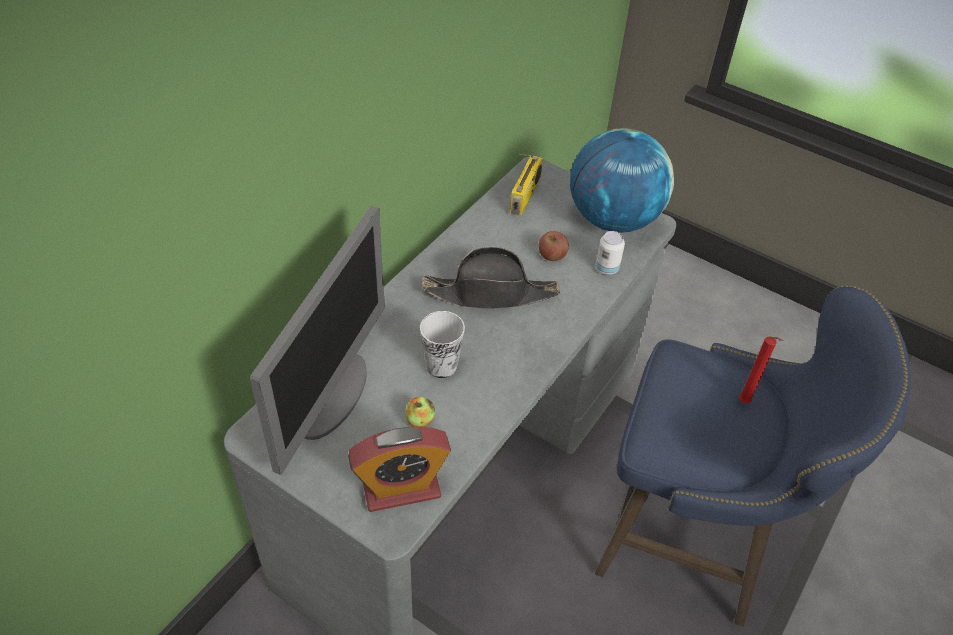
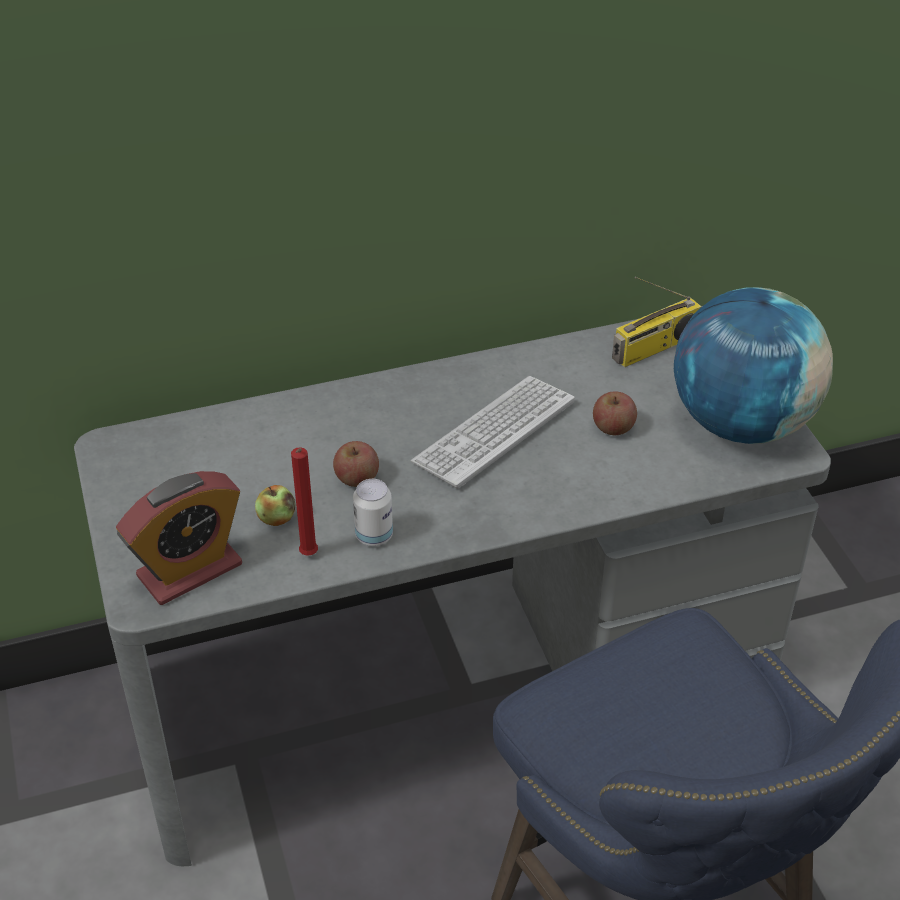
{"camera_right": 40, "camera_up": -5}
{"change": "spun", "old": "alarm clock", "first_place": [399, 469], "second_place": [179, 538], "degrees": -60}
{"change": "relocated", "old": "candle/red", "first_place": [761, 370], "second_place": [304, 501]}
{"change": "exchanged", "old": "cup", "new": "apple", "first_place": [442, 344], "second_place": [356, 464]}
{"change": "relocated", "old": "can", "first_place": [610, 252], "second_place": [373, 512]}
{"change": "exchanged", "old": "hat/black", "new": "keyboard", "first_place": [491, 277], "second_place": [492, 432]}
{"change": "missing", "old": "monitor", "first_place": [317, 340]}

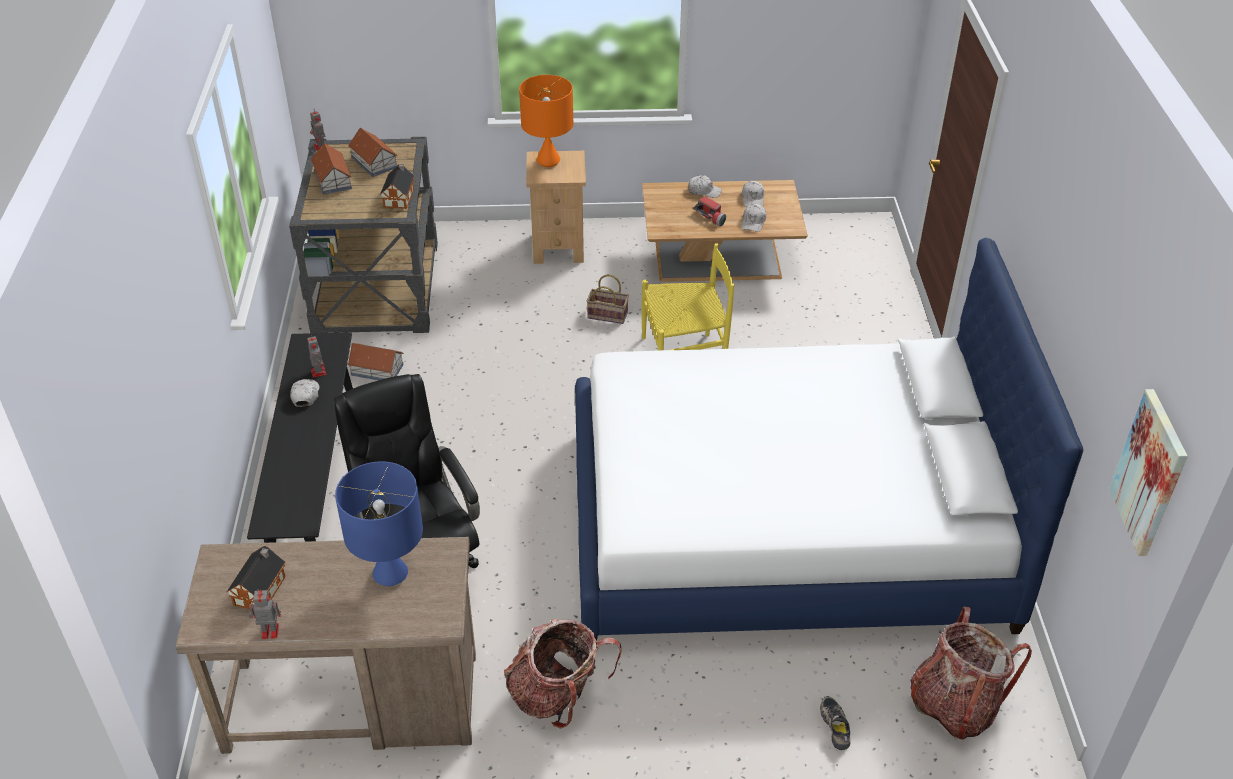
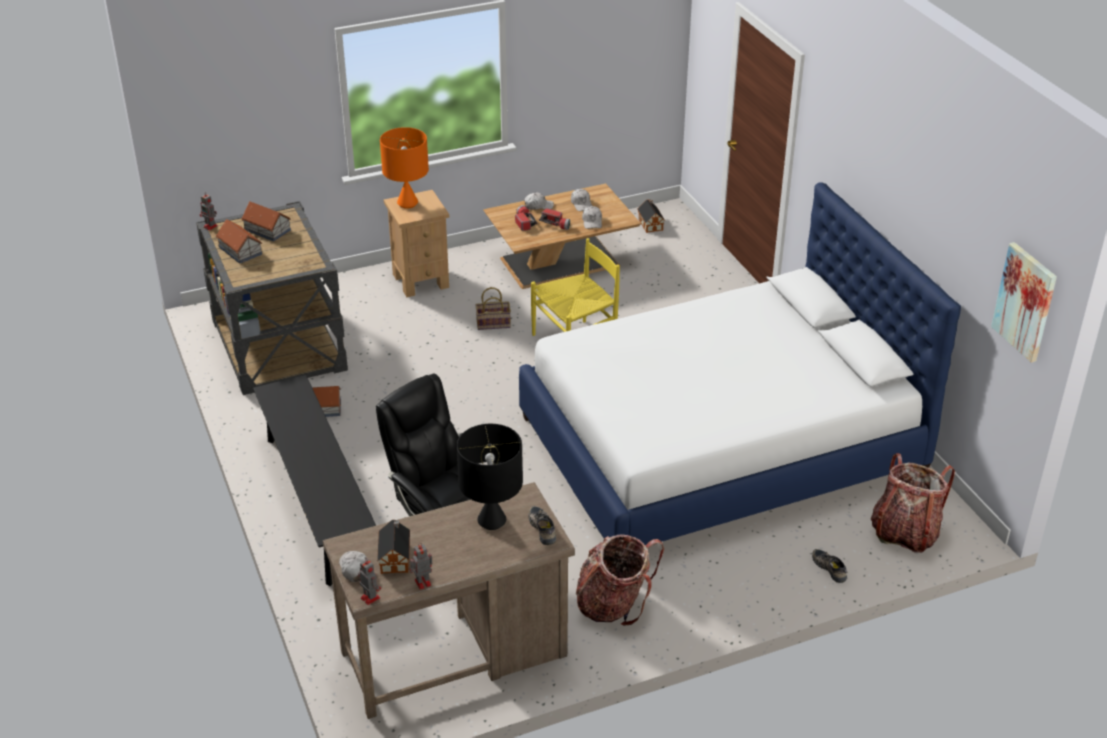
{"camera_right": -20, "camera_up": -5}
{"change": "relocated", "old": "cap/white", "first_place": [305, 393], "second_place": [353, 566]}
{"change": "relocated", "old": "toy robot", "first_place": [316, 356], "second_place": [369, 581]}
{"change": "colour", "old": "table lamp/blue", "new": "table lamp/black", "first_place": [379, 523], "second_place": [490, 477]}
{"change": "appeared", "new": "flashlight", "second_place": [526, 218]}
{"change": "appeared", "new": "shoe", "second_place": [542, 525]}
{"change": "relocated", "old": "toy house", "first_place": [397, 186], "second_place": [651, 216]}

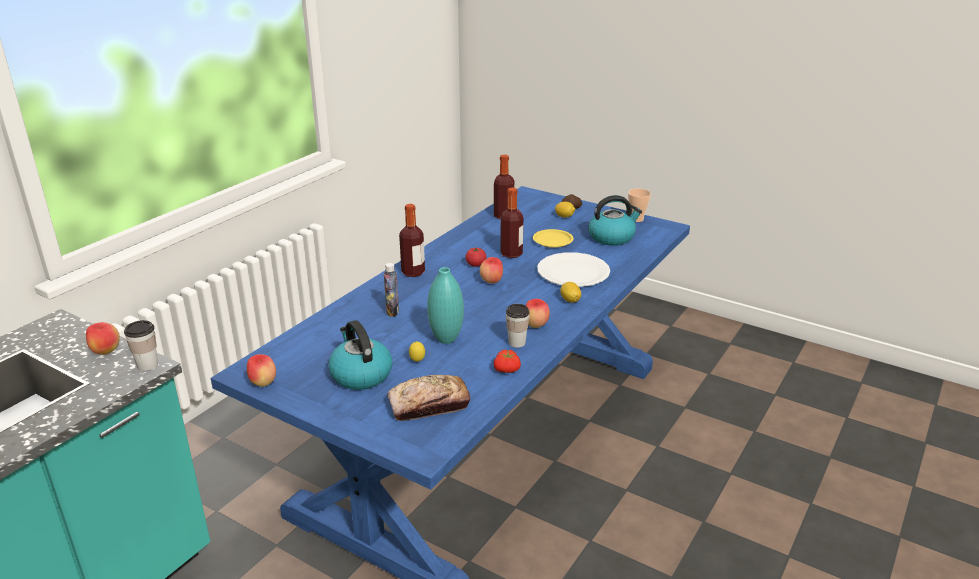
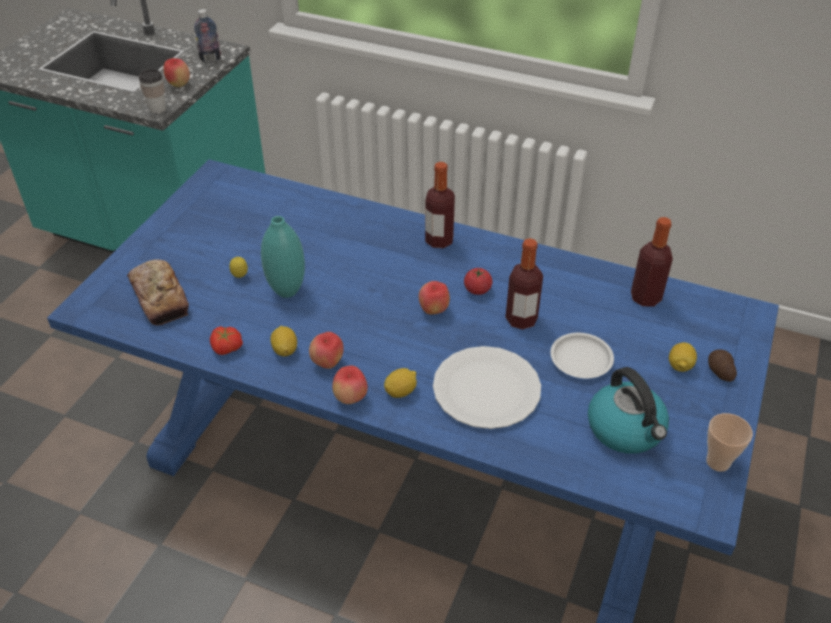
{"camera_right": 80, "camera_up": 15}
{"change": "relocated", "old": "bottle", "first_place": [391, 290], "second_place": [207, 35]}
{"change": "exchanged", "old": "cup", "new": "lemon", "first_place": [517, 326], "second_place": [283, 341]}
{"change": "relocated", "old": "apple", "first_place": [261, 370], "second_place": [350, 385]}
{"change": "colour", "old": "plate/yellow", "new": "plate/white", "first_place": [553, 238], "second_place": [582, 355]}
{"change": "missing", "old": "kettle", "first_place": [360, 355]}

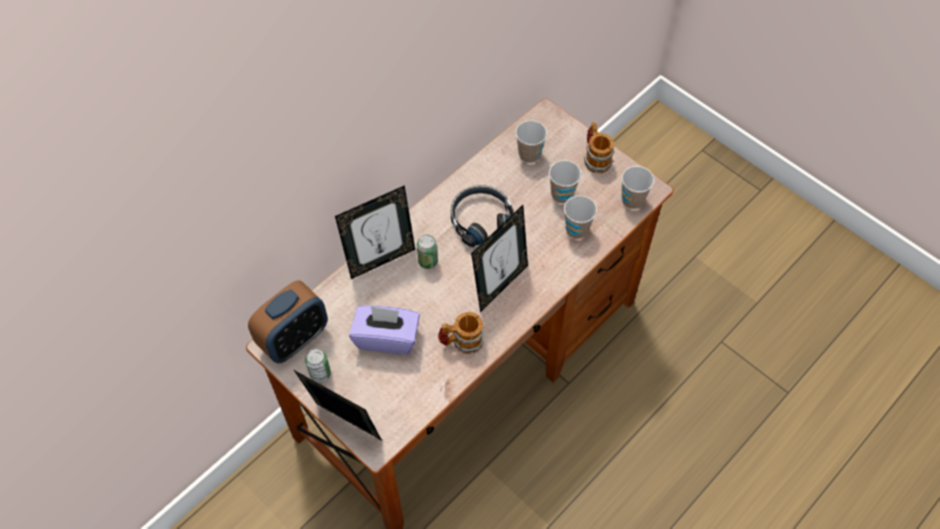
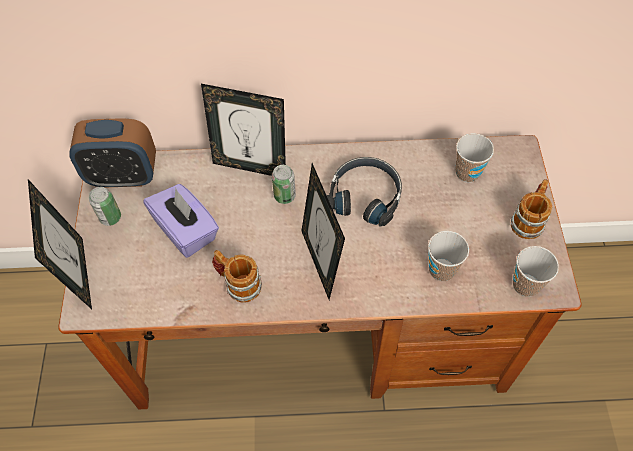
{"camera_right": 45, "camera_up": 0}
{"change": "spun", "old": "picture frame", "first_place": [499, 258], "second_place": [323, 231], "degrees": 75}
{"change": "missing", "old": "cup", "first_place": [565, 181]}

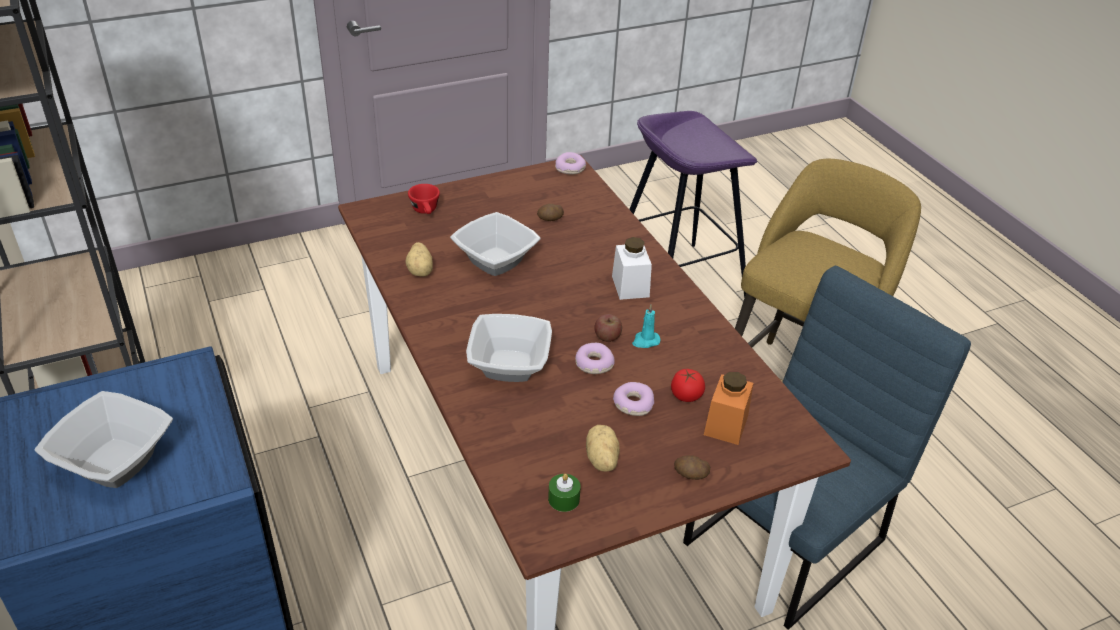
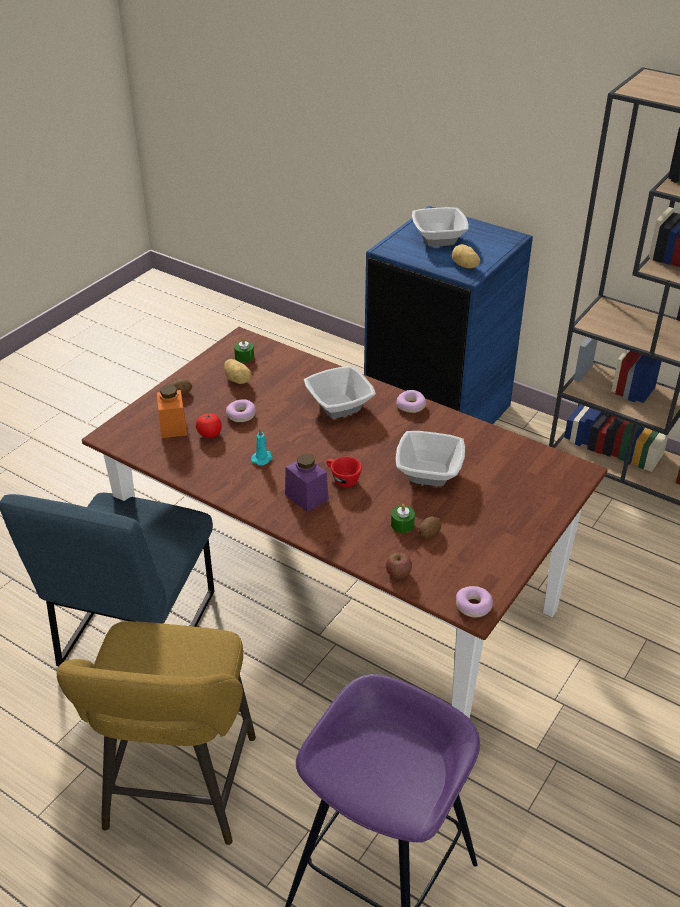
{"camera_right": 150, "camera_up": 0}
{"change": "colour", "old": "jar/white", "new": "jar/purple", "first_place": [632, 268], "second_place": [307, 482]}
{"change": "relocated", "old": "cup/red", "first_place": [424, 199], "second_place": [344, 472]}
{"change": "relocated", "old": "apple", "first_place": [608, 328], "second_place": [399, 565]}
{"change": "appeared", "new": "candle/green", "second_place": [403, 518]}
{"change": "relocated", "old": "donut", "first_place": [595, 358], "second_place": [411, 401]}
{"change": "relocated", "old": "potato", "first_place": [419, 259], "second_place": [466, 256]}

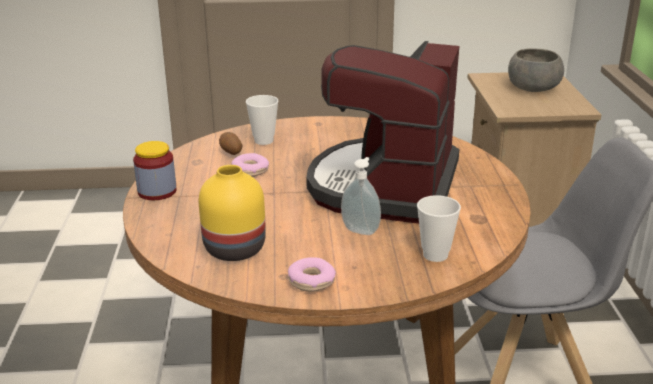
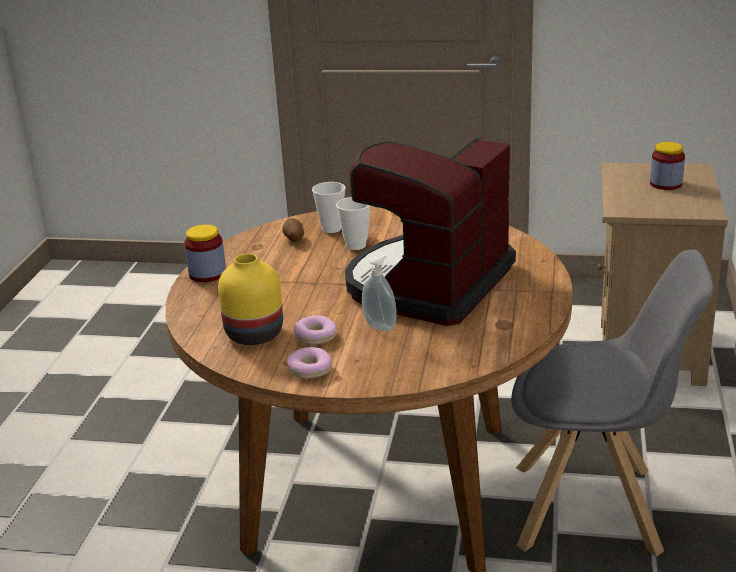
{"camera_right": 15, "camera_up": 0}
{"change": "relocated", "old": "donut", "first_place": [250, 165], "second_place": [315, 330]}
{"change": "relocated", "old": "cup", "first_place": [439, 228], "second_place": [353, 223]}
{"change": "exchanged", "old": "bowl/grey", "new": "jar", "first_place": [536, 70], "second_place": [667, 166]}

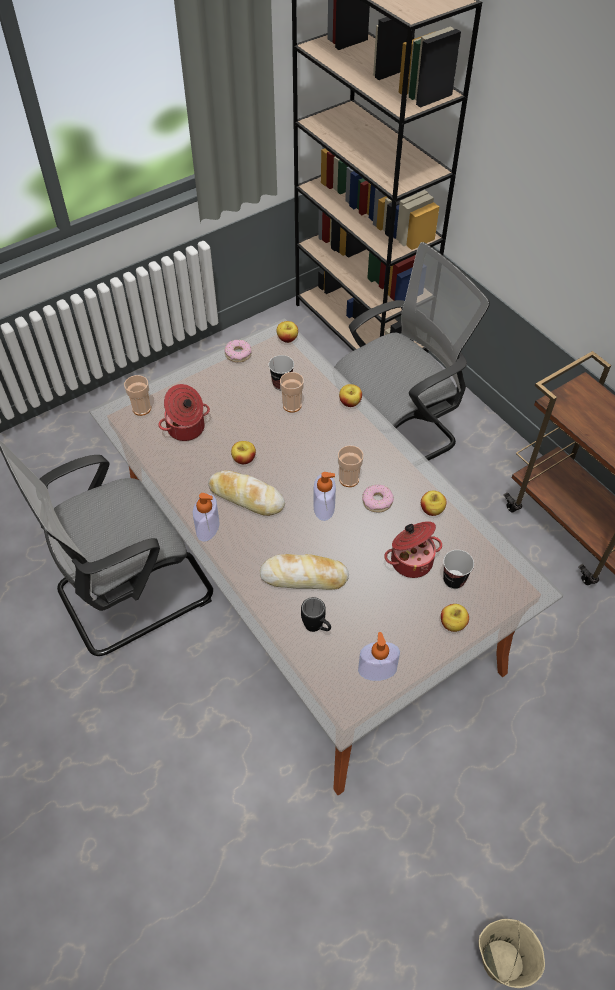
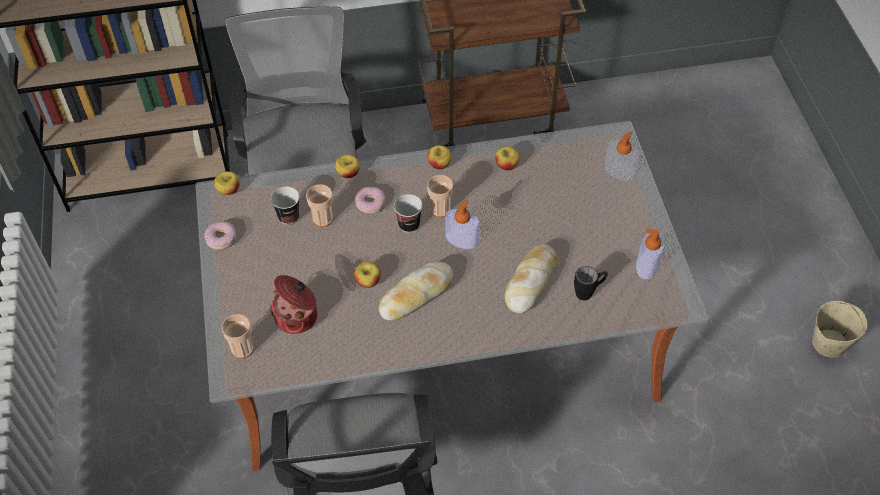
{"camera_right": -65, "camera_up": 0}
{"change": "relocated", "old": "donut", "first_place": [378, 498], "second_place": [370, 200]}
{"change": "relocated", "old": "cup", "first_place": [458, 569], "second_place": [408, 213]}
{"change": "relocated", "old": "apple", "first_place": [455, 618], "second_place": [439, 157]}
{"change": "relocated", "old": "soap dispenser", "first_place": [206, 517], "second_place": [621, 156]}
{"change": "missing", "old": "cooking pot", "first_place": [413, 549]}

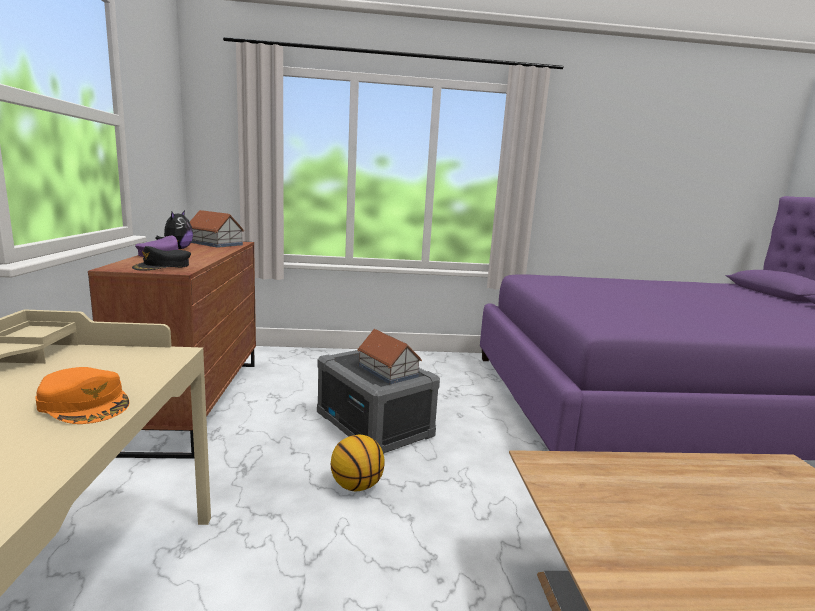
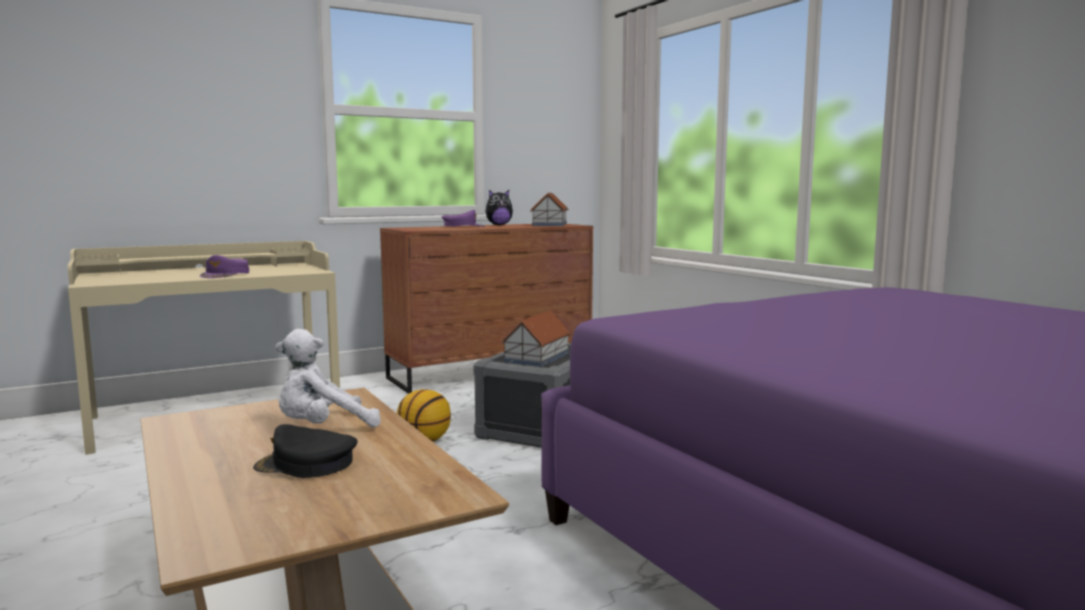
{"camera_right": 65, "camera_up": -5}
{"change": "colour", "old": "cap/orange", "new": "cap/purple", "first_place": [82, 395], "second_place": [224, 266]}
{"change": "relocated", "old": "cap/black", "first_place": [161, 258], "second_place": [305, 451]}
{"change": "appeared", "new": "plush toy/white", "second_place": [328, 378]}

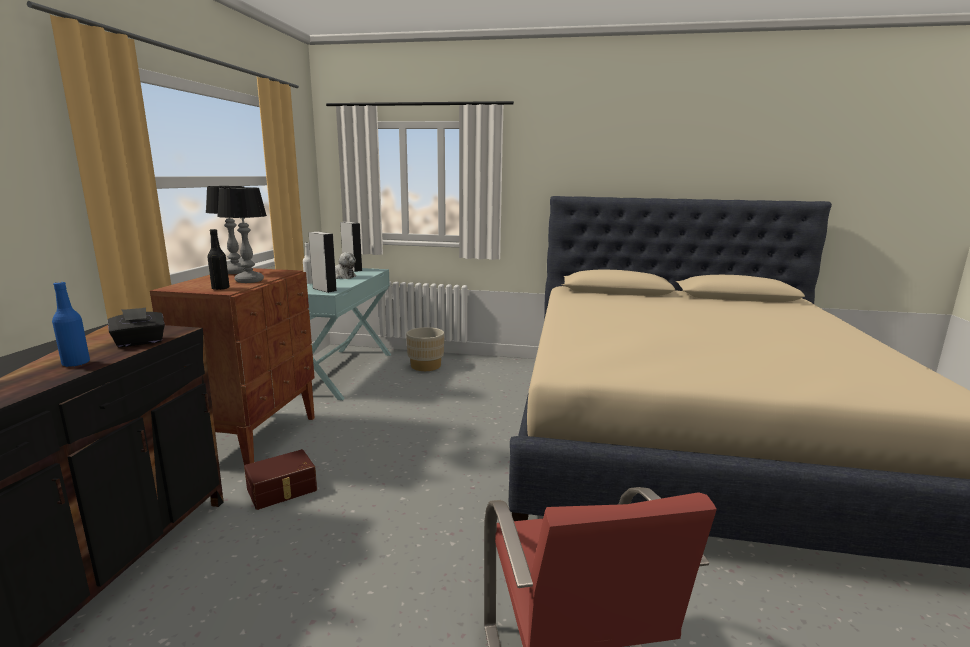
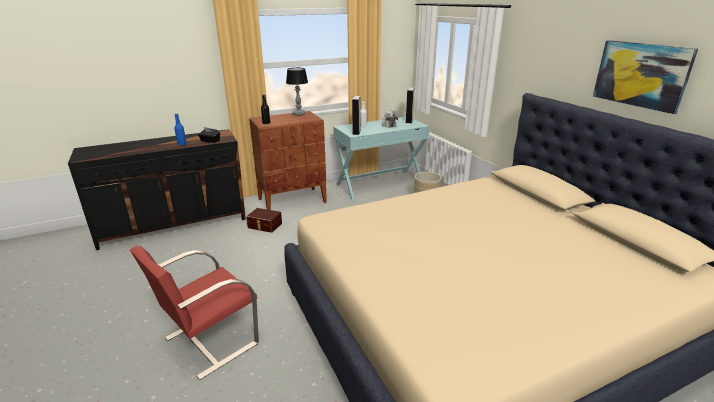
{"camera_right": 55, "camera_up": 10}
{"change": "appeared", "new": "picture", "second_place": [645, 77]}
{"change": "missing", "old": "table lamp", "first_place": [242, 235]}

